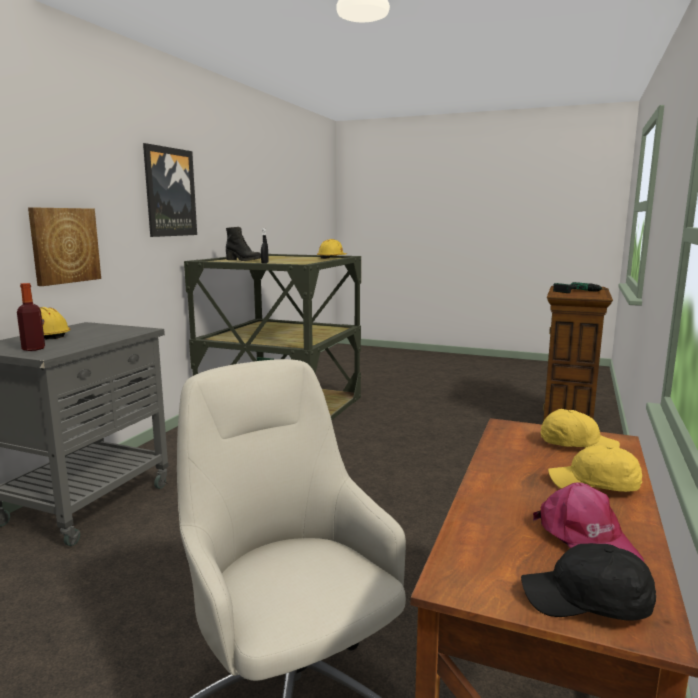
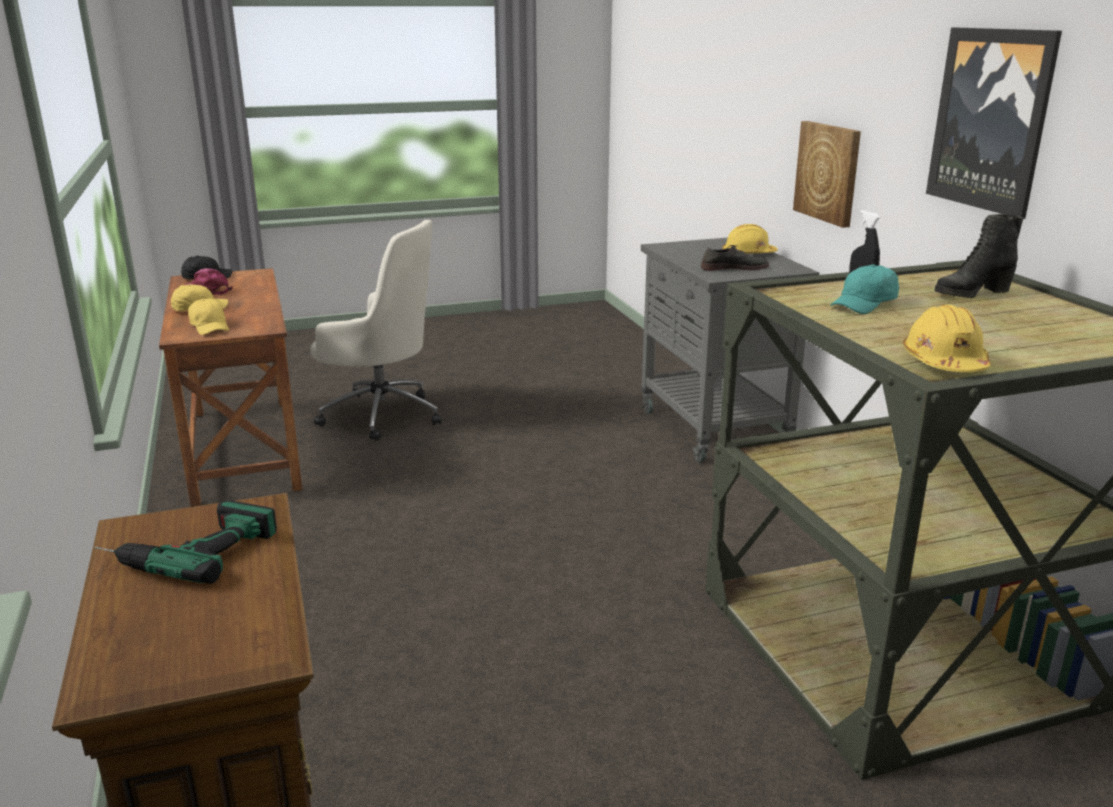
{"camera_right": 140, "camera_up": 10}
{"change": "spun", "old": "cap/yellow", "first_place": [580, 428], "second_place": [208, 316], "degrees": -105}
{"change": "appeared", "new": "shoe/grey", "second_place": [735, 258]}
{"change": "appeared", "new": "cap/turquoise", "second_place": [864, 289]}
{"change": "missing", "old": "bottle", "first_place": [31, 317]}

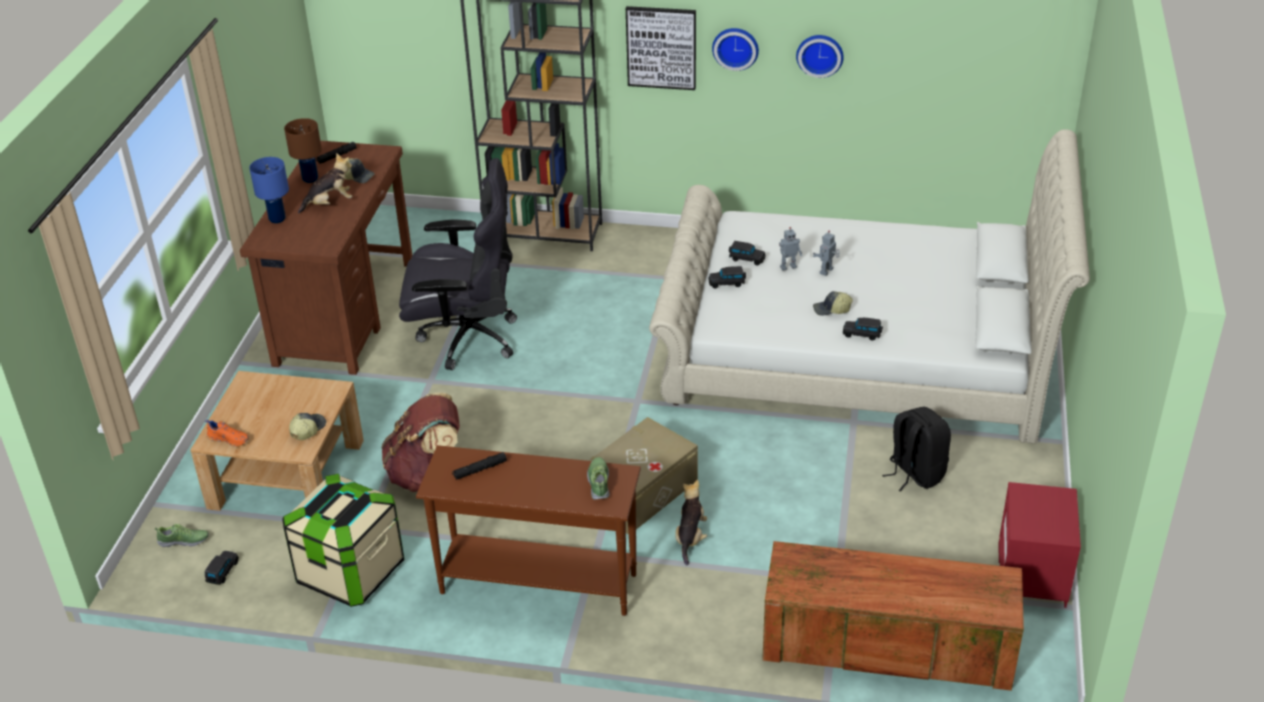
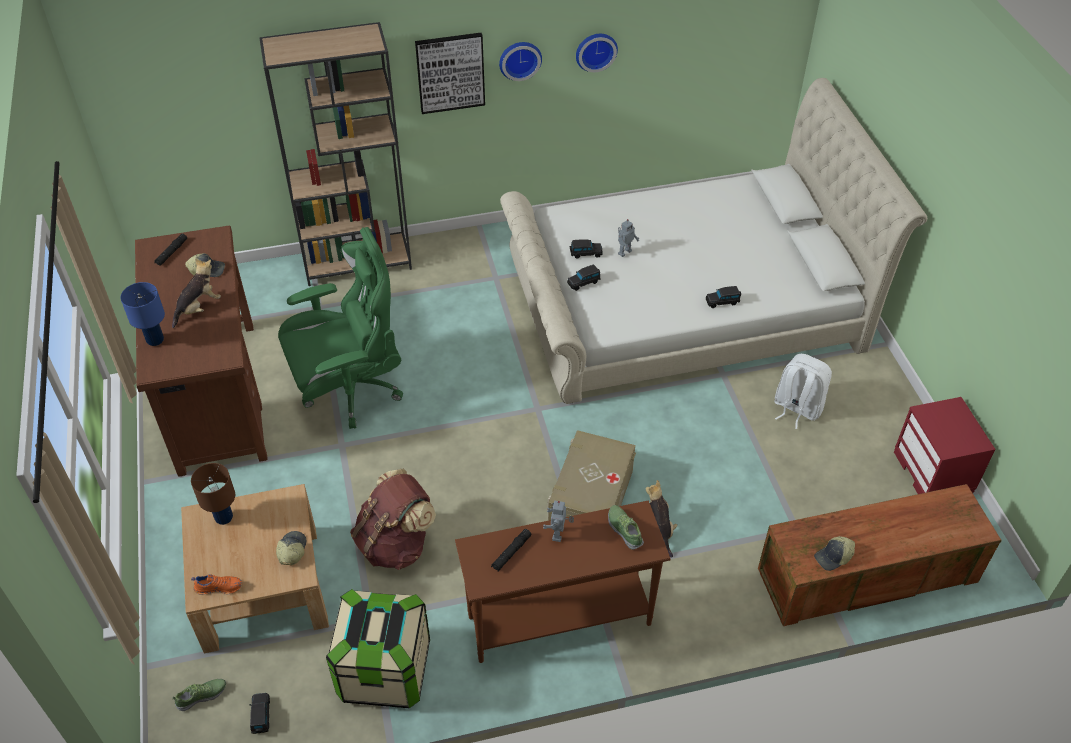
{"camera_right": -25, "camera_up": 10}
{"change": "relocated", "old": "table lamp/brown", "first_place": [303, 150], "second_place": [213, 494]}
{"change": "colour", "old": "office chair/black", "new": "office chair/green", "first_place": [458, 264], "second_place": [340, 328]}
{"change": "relocated", "old": "toy robot", "first_place": [826, 253], "second_place": [558, 521]}
{"change": "colour", "old": "backpack/black", "new": "backpack/white", "first_place": [916, 449], "second_place": [803, 391]}
{"change": "relocated", "old": "cap", "first_place": [833, 303], "second_place": [834, 553]}

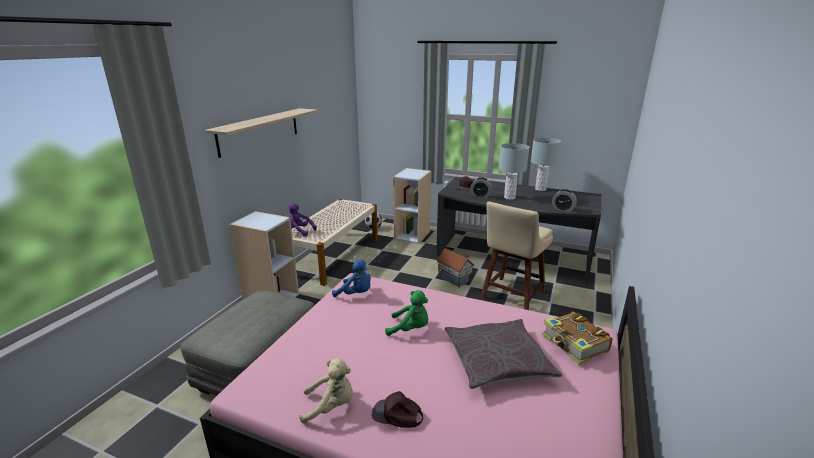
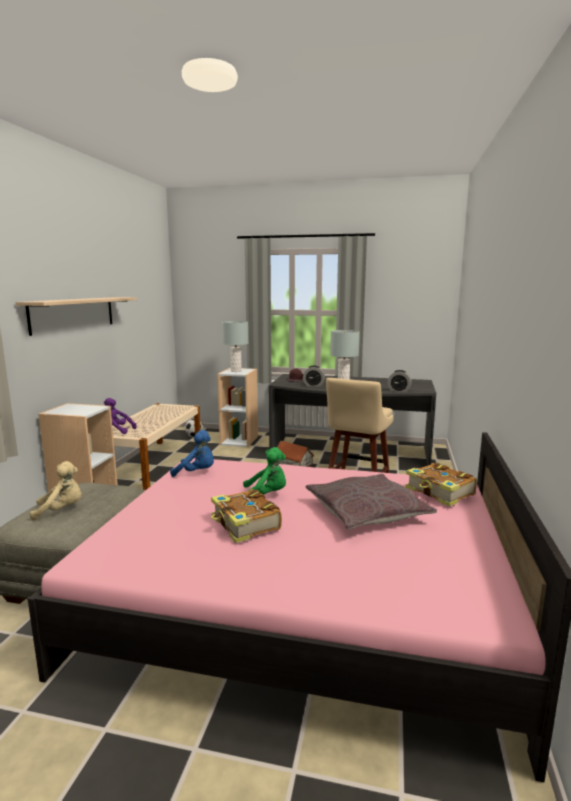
{"camera_right": -10, "camera_up": -10}
{"change": "relocated", "old": "plush toy/beige", "first_place": [326, 390], "second_place": [55, 491]}
{"change": "appeared", "new": "book", "second_place": [246, 516]}
{"change": "relocated", "old": "table lamp/grey", "first_place": [546, 164], "second_place": [235, 346]}
{"change": "missing", "old": "cap/brown", "first_place": [397, 409]}

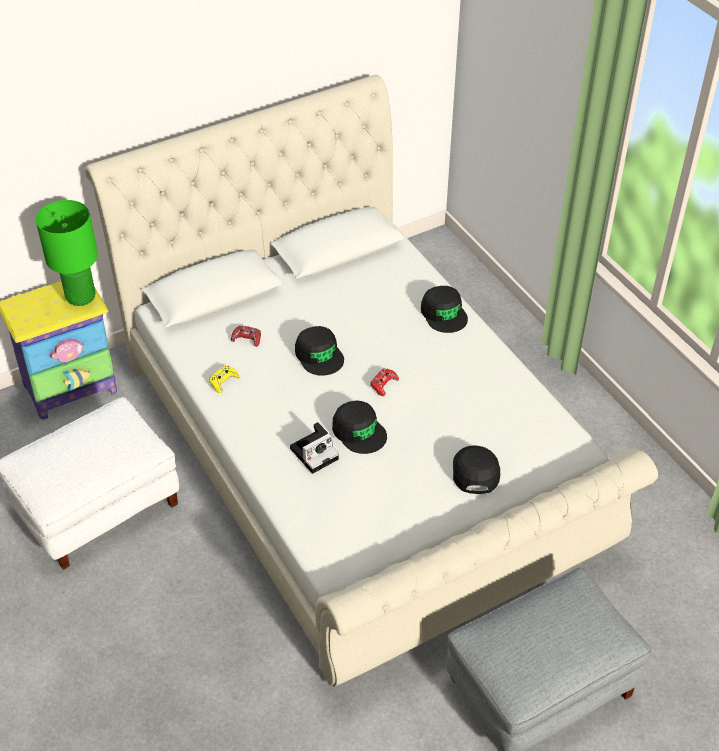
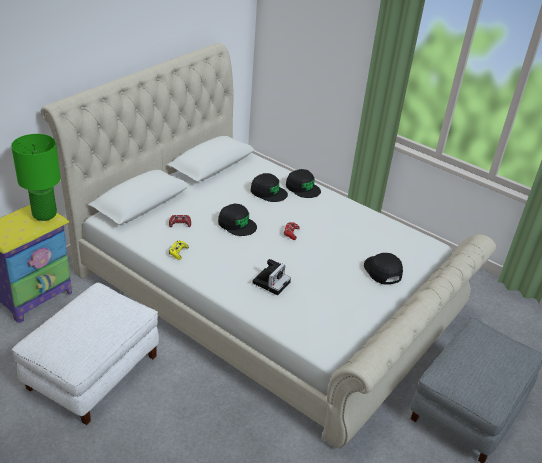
{"camera_right": -25, "camera_up": -10}
{"change": "relocated", "old": "cap/black", "first_place": [359, 427], "second_place": [269, 187]}

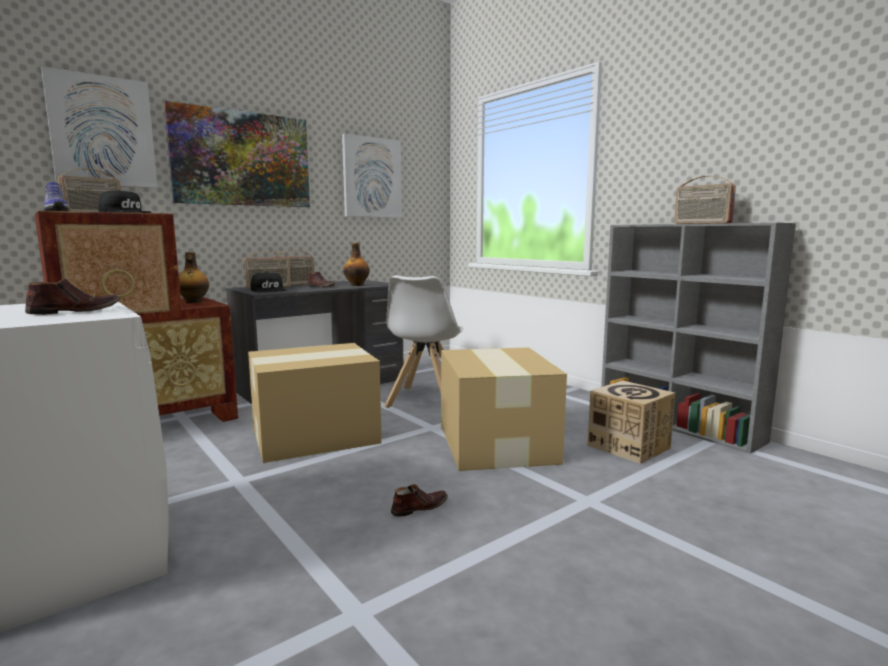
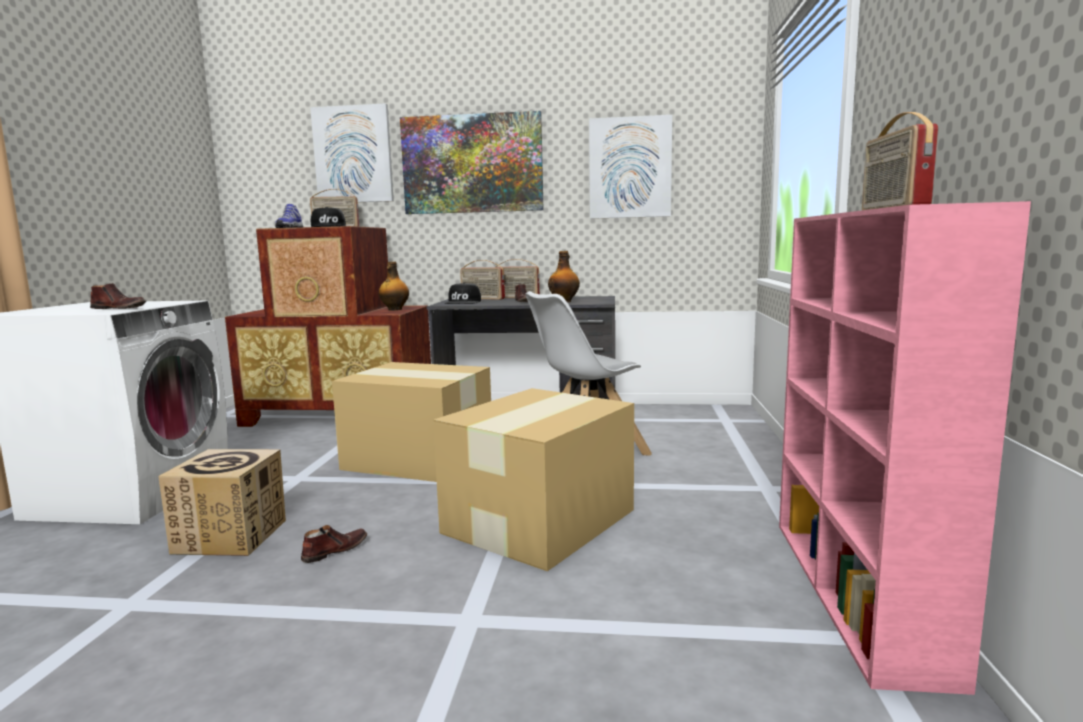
{"camera_right": 45, "camera_up": 0}
{"change": "relocated", "old": "cardboard box", "first_place": [631, 422], "second_place": [222, 502]}
{"change": "spun", "old": "shoe/brown", "first_place": [419, 500], "second_place": [334, 544], "degrees": -60}
{"change": "colour", "old": "bookcase/grey", "new": "bookcase/pink", "first_place": [698, 338], "second_place": [905, 448]}

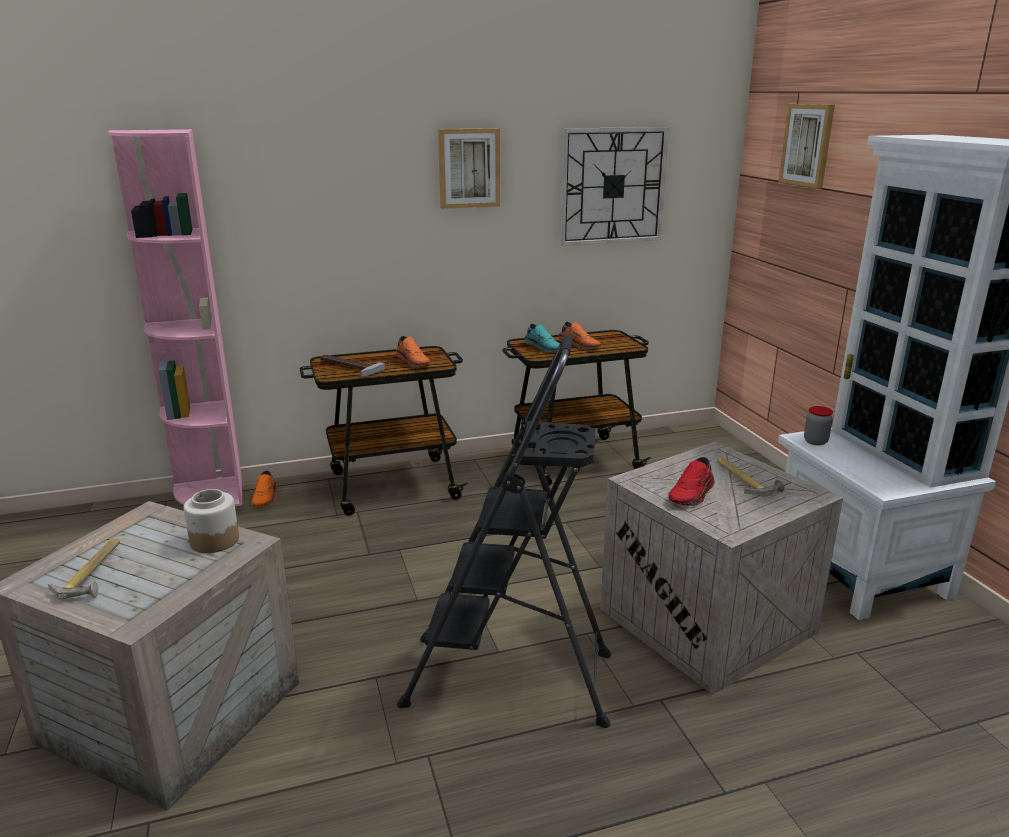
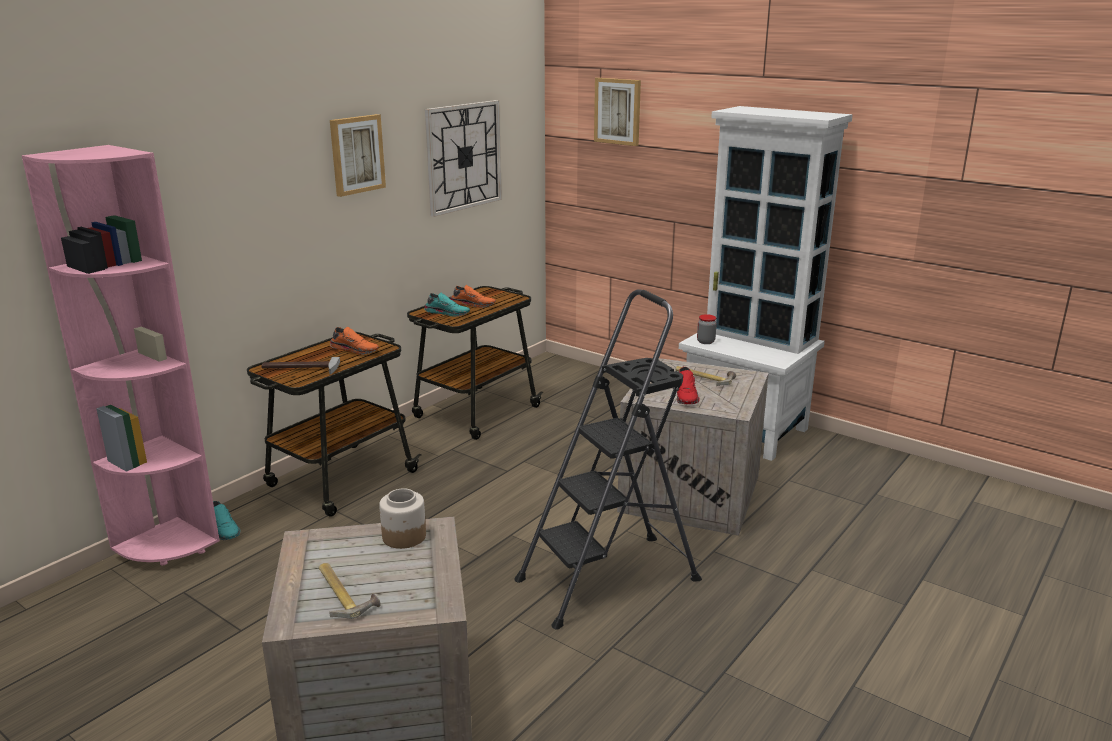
{"camera_right": -35, "camera_up": 0}
{"change": "colour", "old": "shoe/orange", "new": "shoe/turquoise", "first_place": [264, 488], "second_place": [227, 520]}

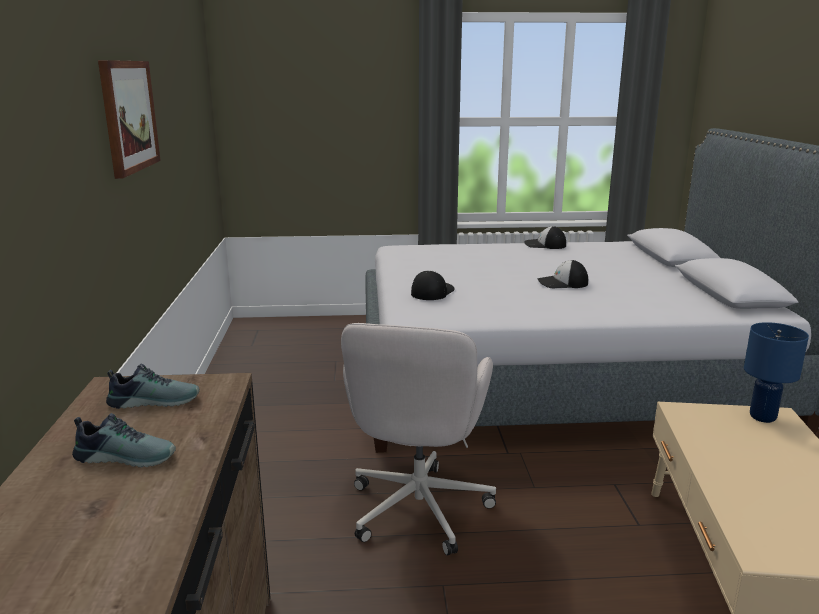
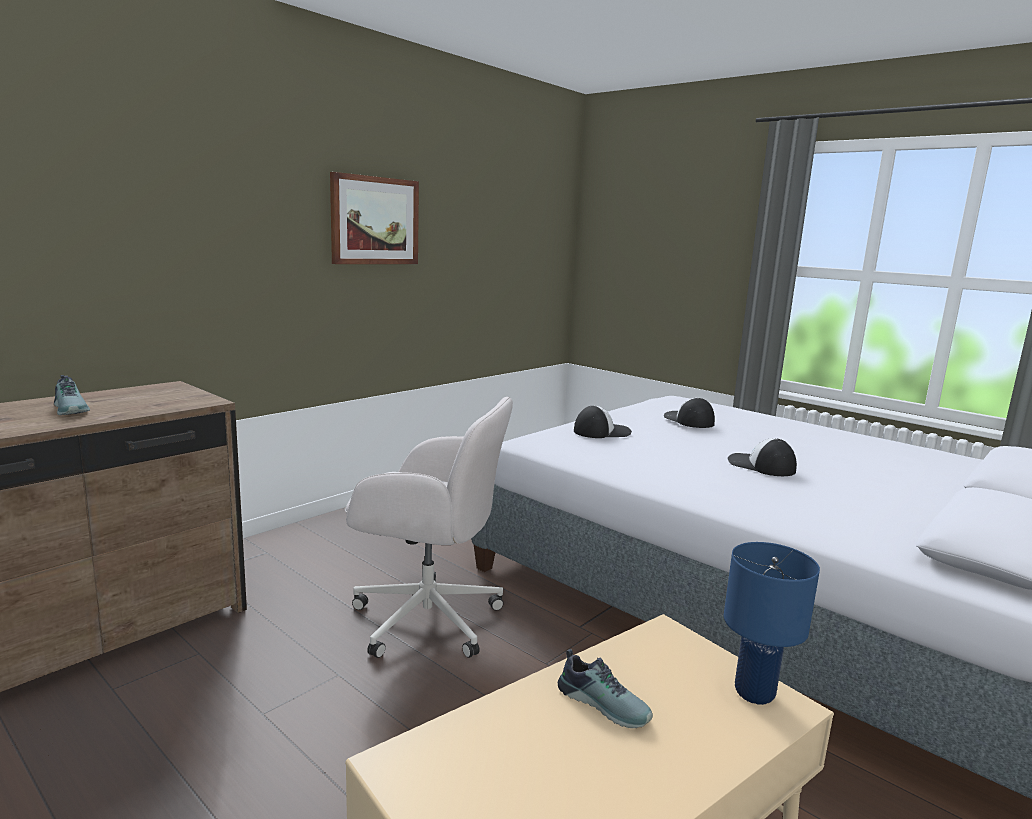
{"camera_right": 45, "camera_up": -5}
{"change": "spun", "old": "office chair/white", "first_place": [418, 439], "second_place": [429, 527], "degrees": -135}
{"change": "relocated", "old": "shoe", "first_place": [152, 386], "second_place": [605, 688]}
{"change": "relocated", "old": "cap", "first_place": [545, 237], "second_place": [689, 413]}

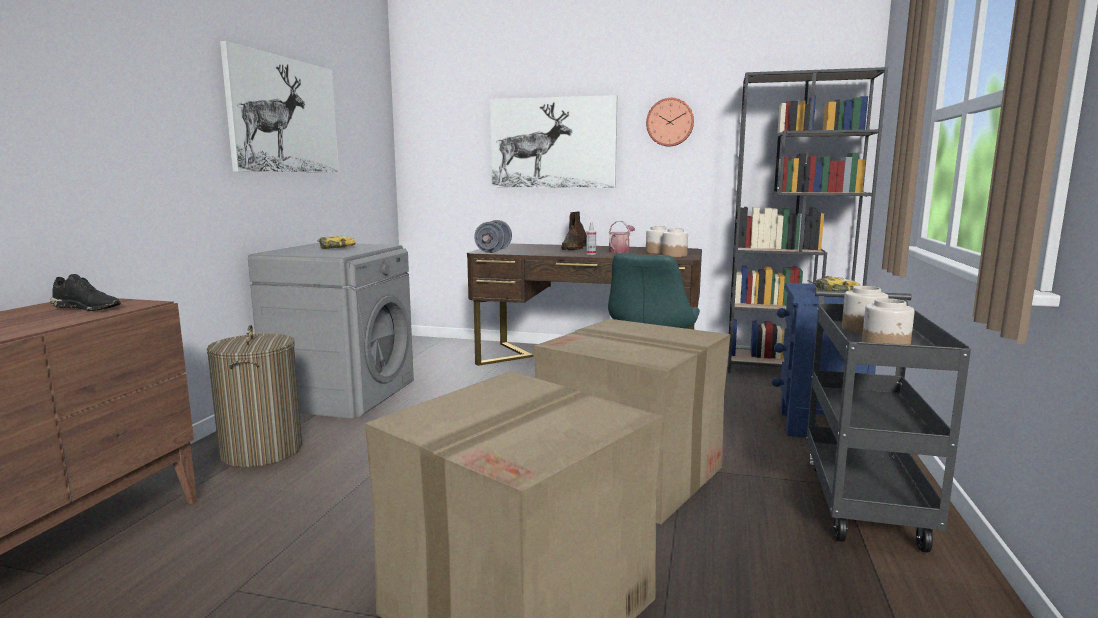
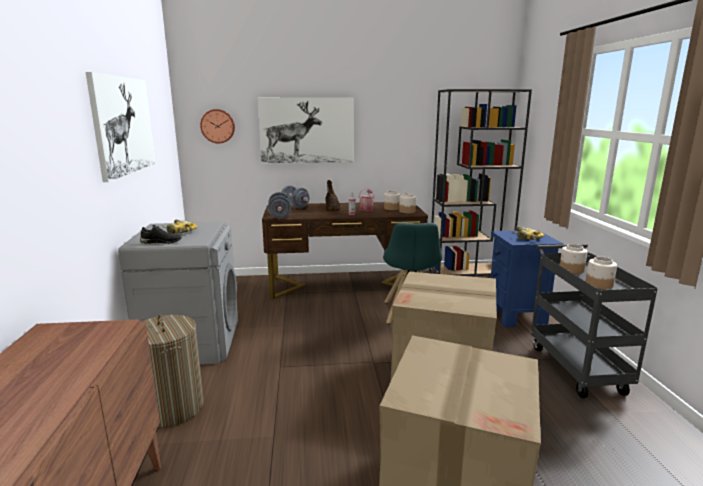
{"camera_right": -20, "camera_up": 5}
{"change": "relocated", "old": "shoe/black", "first_place": [85, 292], "second_place": [161, 234]}
{"change": "relocated", "old": "wall clock", "first_place": [670, 122], "second_place": [217, 126]}
{"change": "appeared", "new": "dumbbell/grey", "second_place": [295, 197]}

